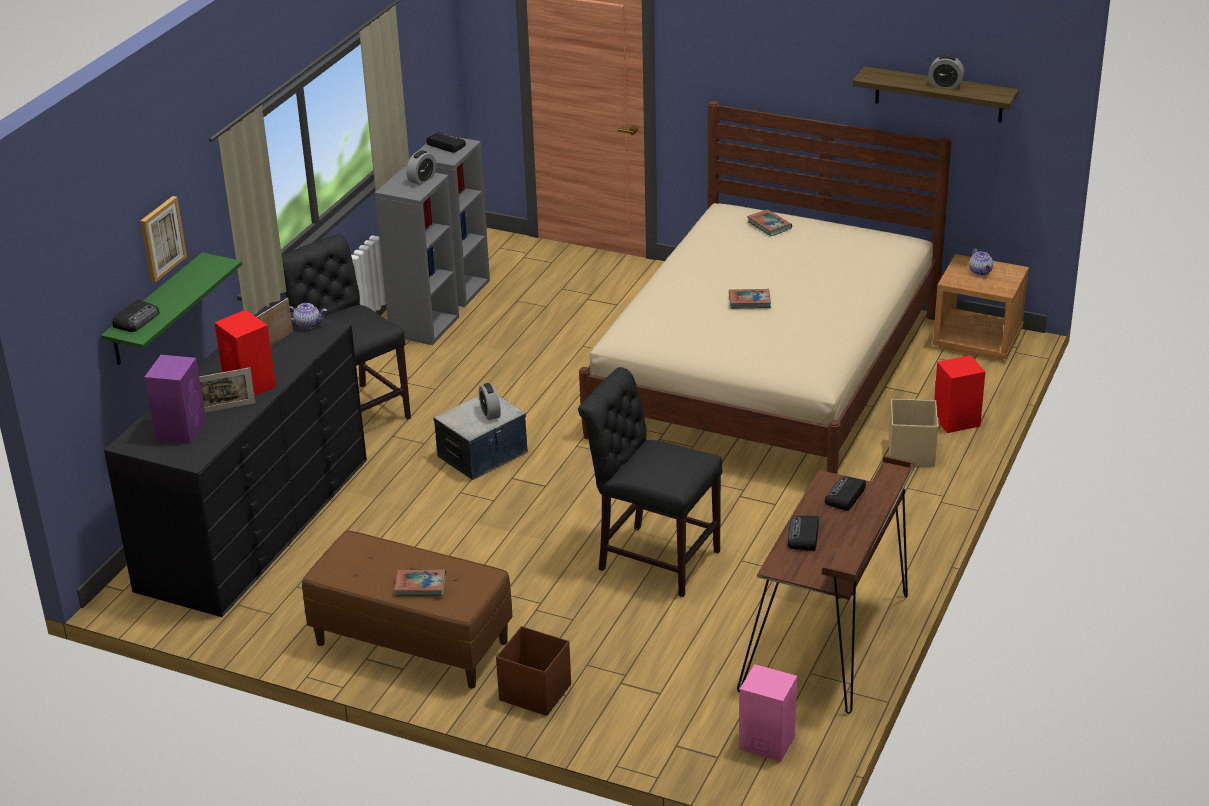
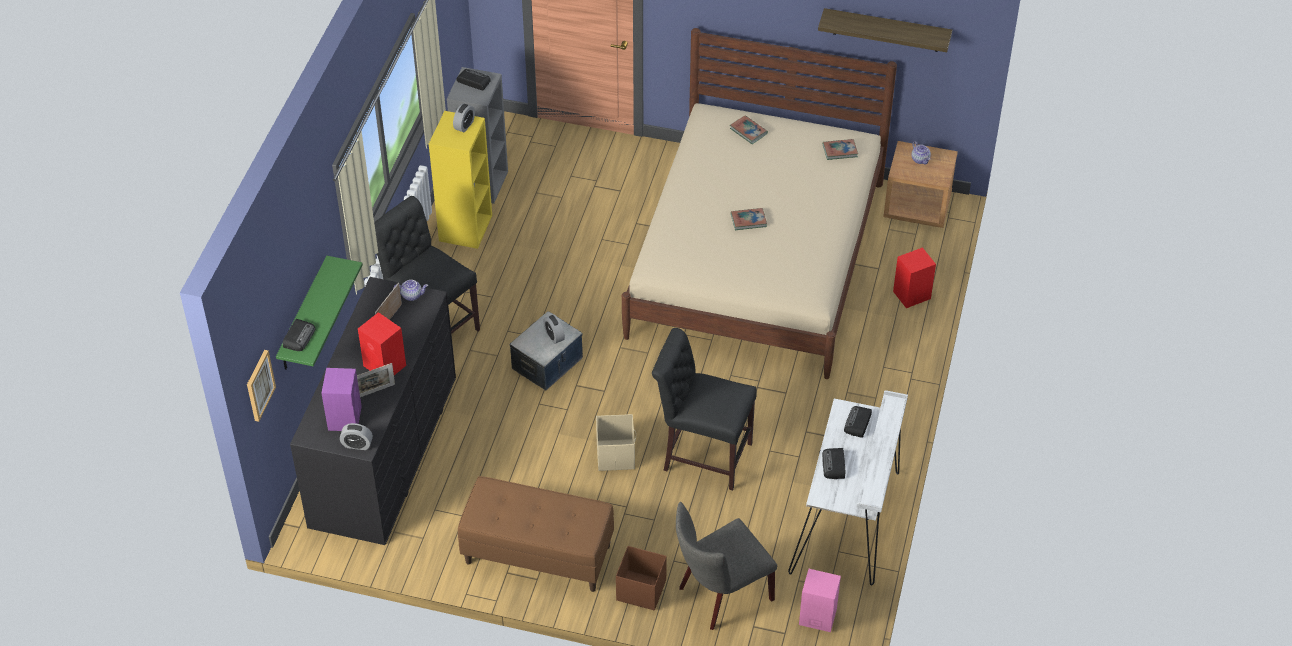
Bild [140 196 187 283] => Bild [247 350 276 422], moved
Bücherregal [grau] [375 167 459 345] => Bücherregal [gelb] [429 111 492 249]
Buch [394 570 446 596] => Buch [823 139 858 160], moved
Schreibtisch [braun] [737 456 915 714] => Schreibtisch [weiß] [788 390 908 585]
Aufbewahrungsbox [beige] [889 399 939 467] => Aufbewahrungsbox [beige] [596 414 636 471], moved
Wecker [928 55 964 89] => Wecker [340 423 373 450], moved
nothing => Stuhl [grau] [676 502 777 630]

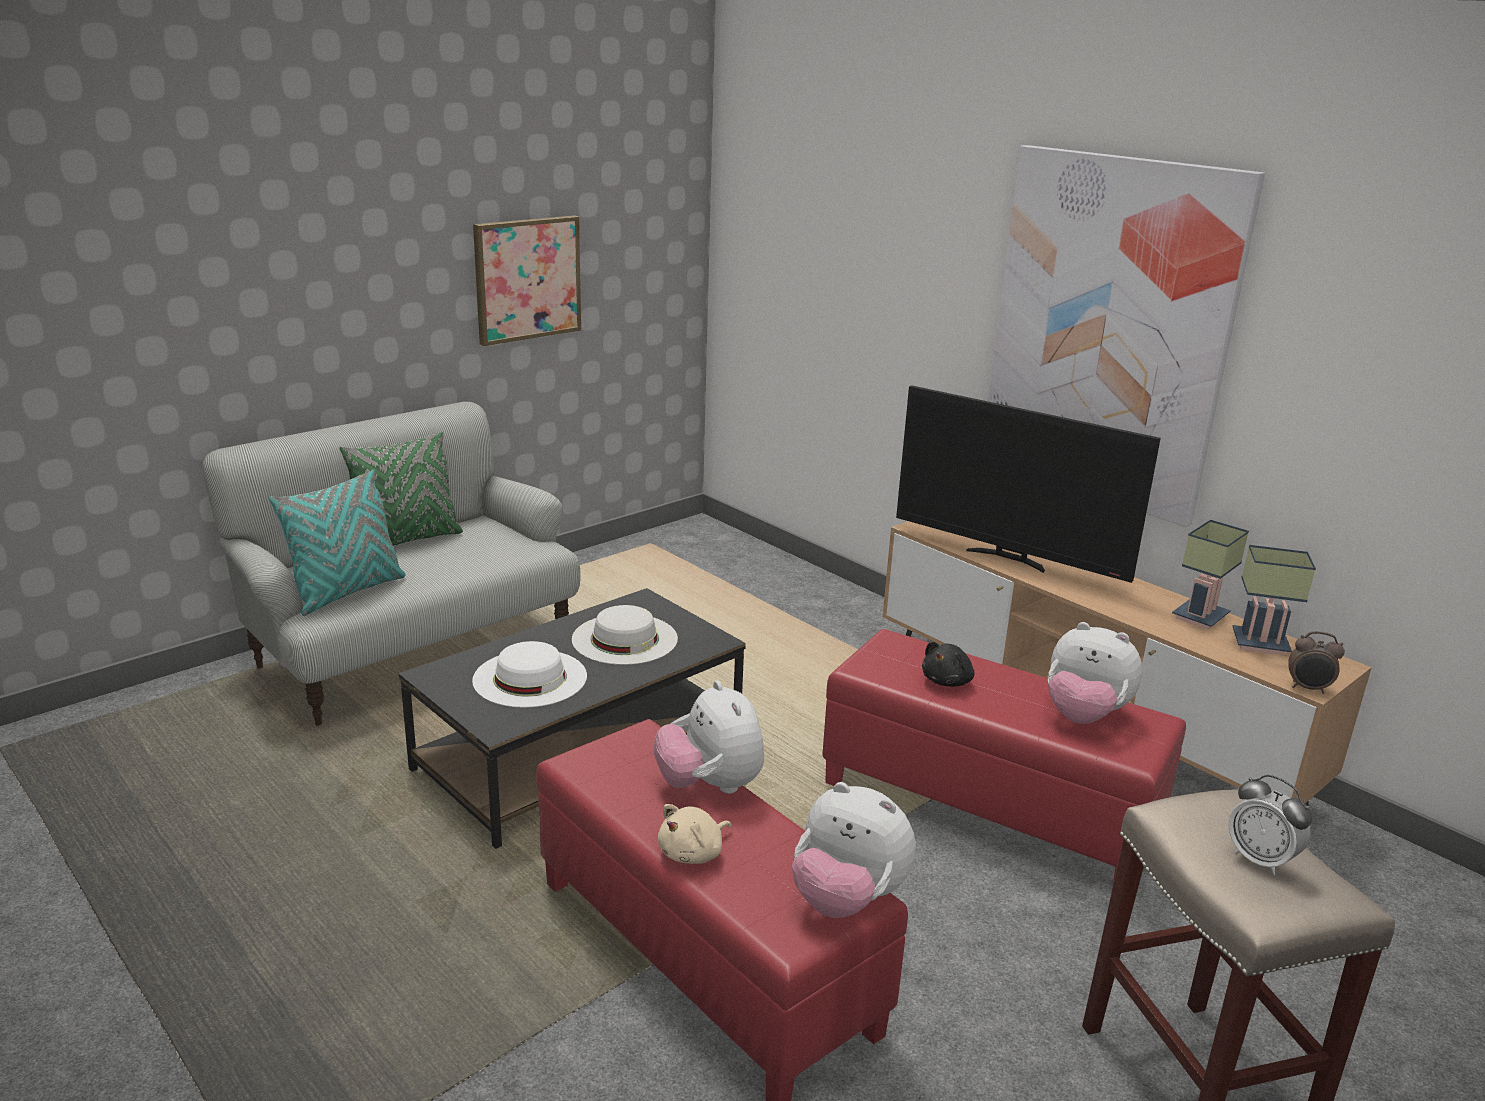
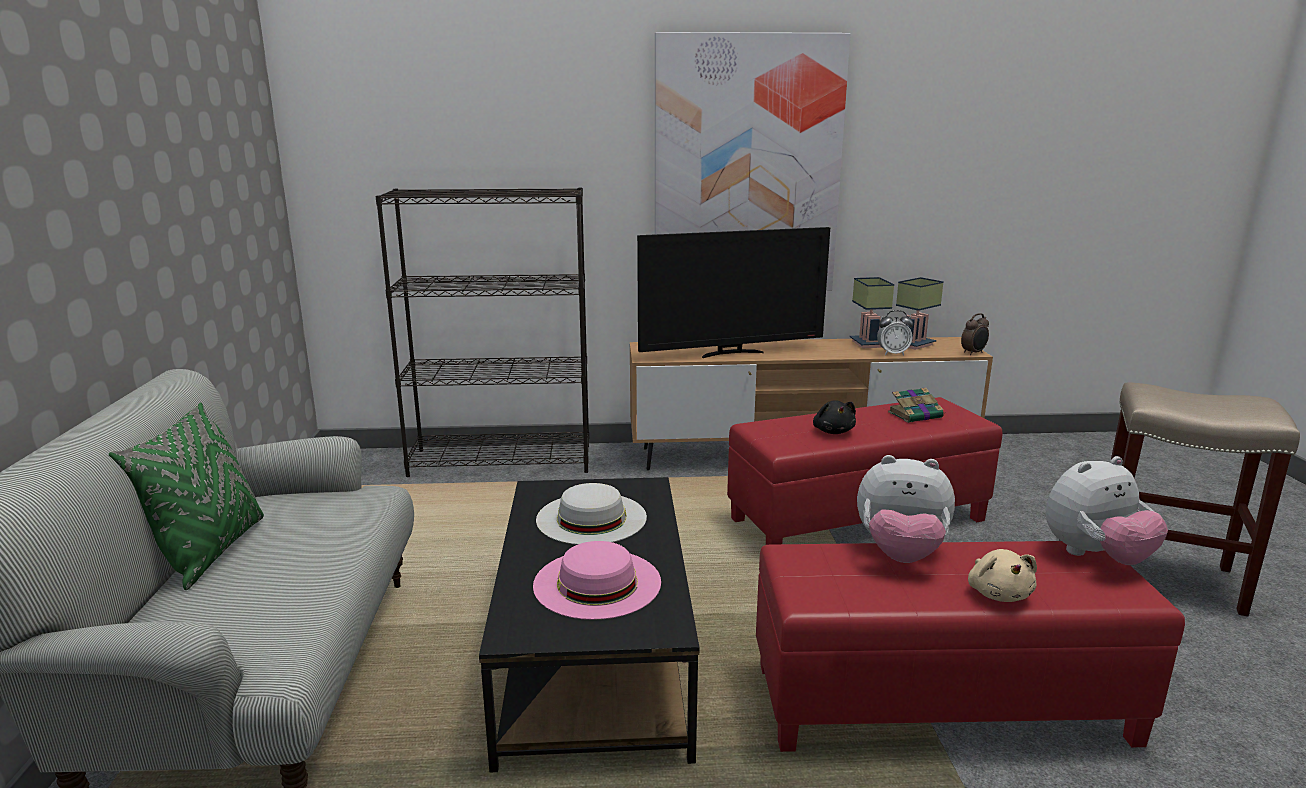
Kissen [türkis] [269 469 406 616] => nothing
Hut [weiß] [472 641 587 708] => Hut [rosa] [533 541 661 620]
Bild [473 215 581 346] => nothing
Plüschtier [1048 622 1143 724] => Buch [888 387 944 423]
Wecker [1228 775 1312 875] => Wecker [877 310 913 355], moved
nothing => Bücherregal [schwarz] [375 188 589 477]

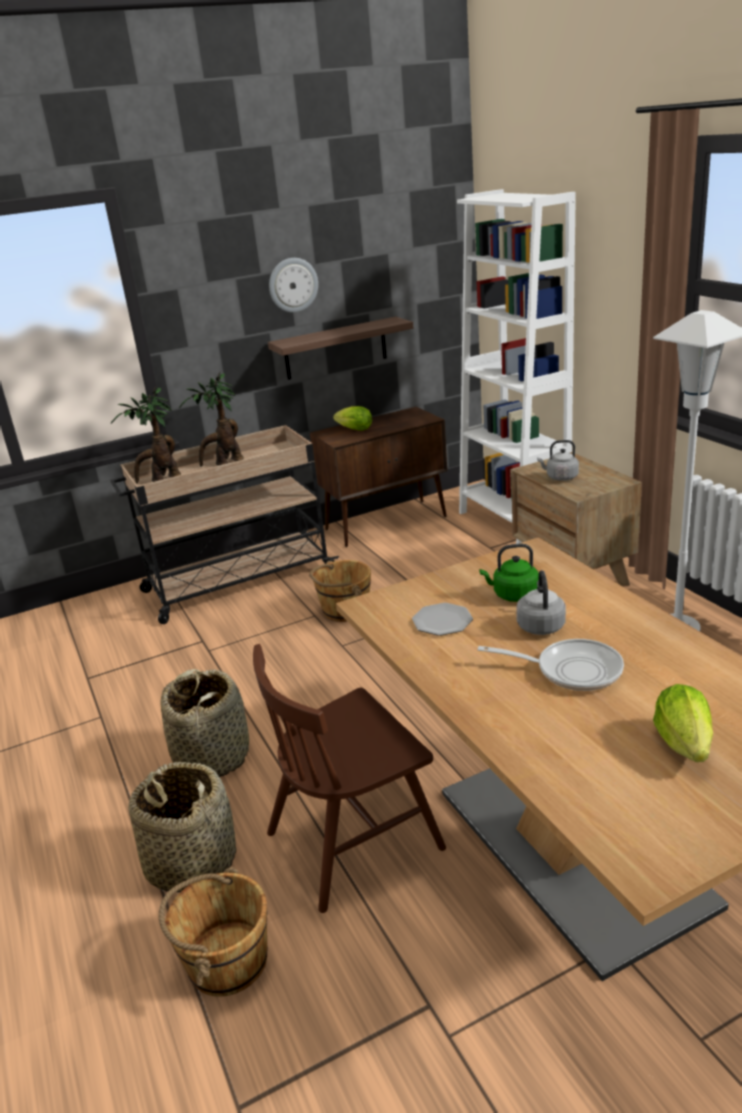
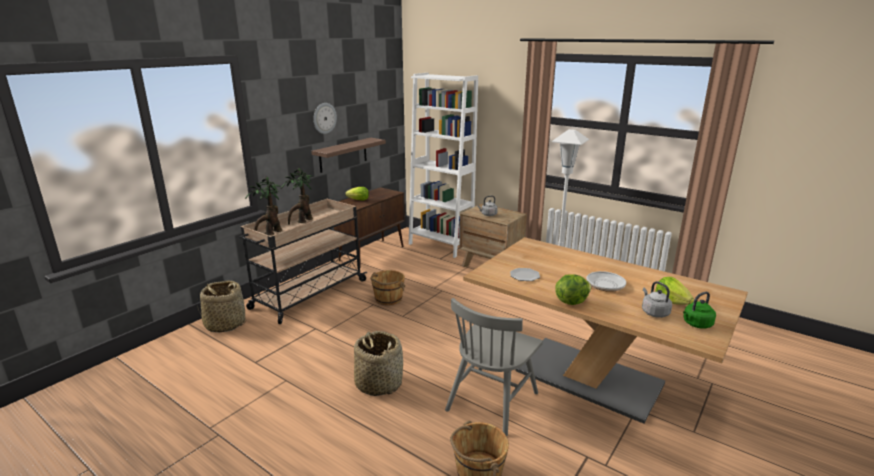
Korb [128 762 236 892] => Korb [198 281 247 333], moved
Stuhl [braun] [253 644 446 913] => Stuhl [grau] [445 298 543 436]
Wasserkessel [grün] [479 544 539 602] => Wasserkessel [grün] [683 292 716 329], moved
Wasserkessel [grau] [516 570 566 635] => Wasserkessel [grau] [642 281 672 318], moved
nothing => Salatkopf [555 274 592 305]

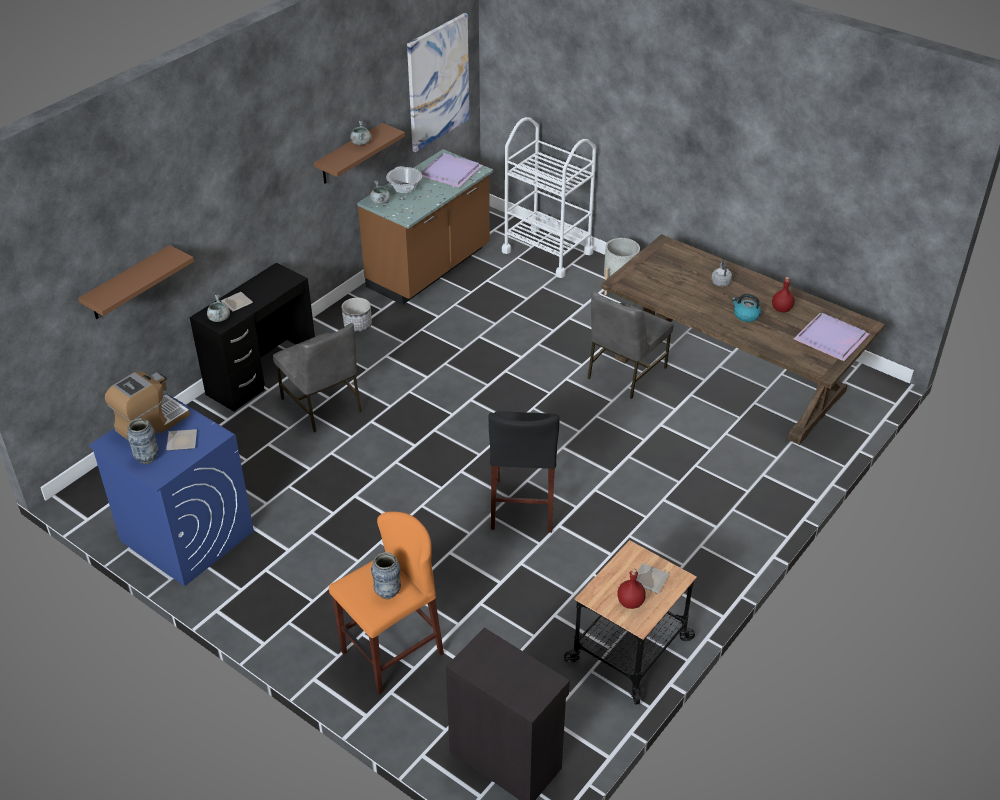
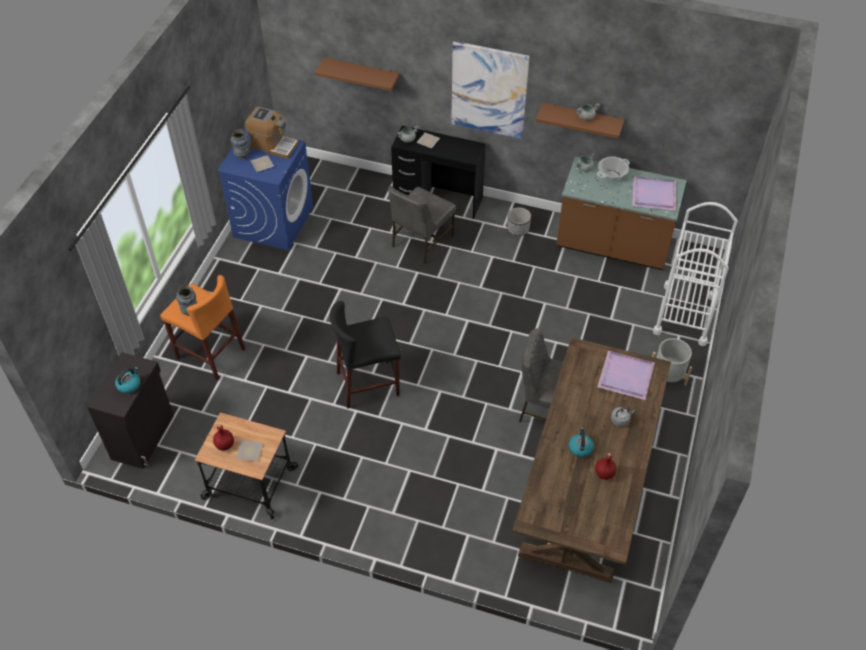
Bild [407 13 469 152] => Bild [451 41 530 139], moved
Tablett [lila] [794 313 869 361] => Tablett [lila] [597 351 655 400], moved
nothing => Wasserkessel [115 367 140 394]

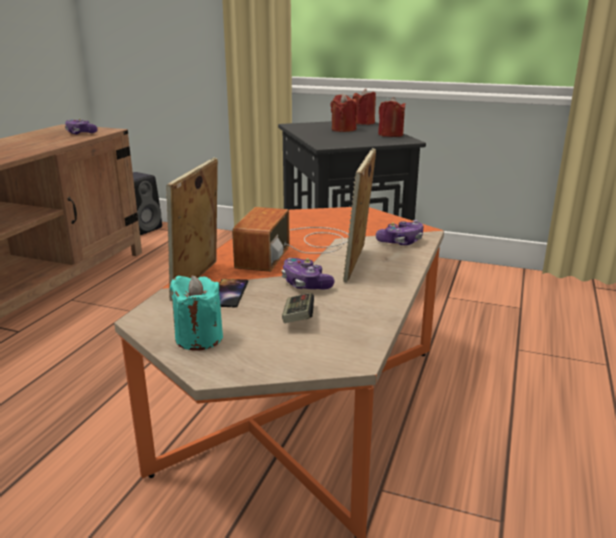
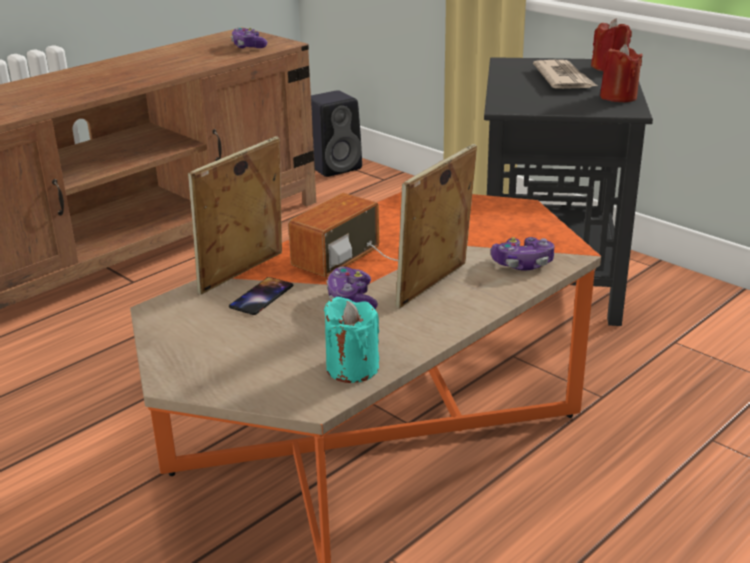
Kerze [türkis] [170 276 223 351] => Kerze [türkis] [324 296 379 383], moved
Gamepad [282 293 314 323] => nothing
Kerze [rot] [330 93 357 132] => Zeitung [533 60 597 89]

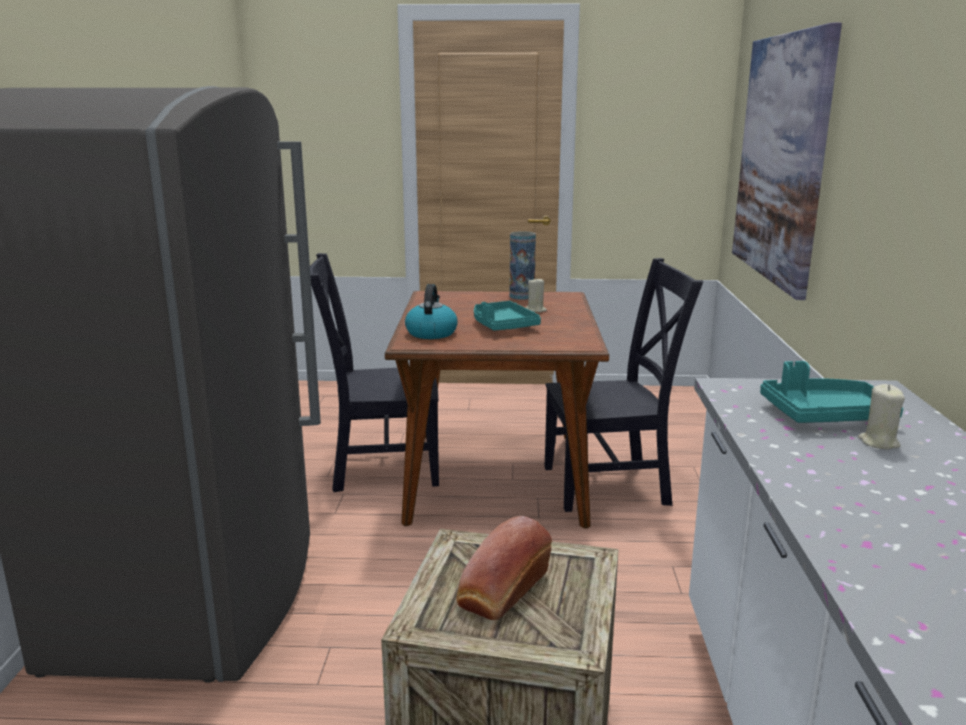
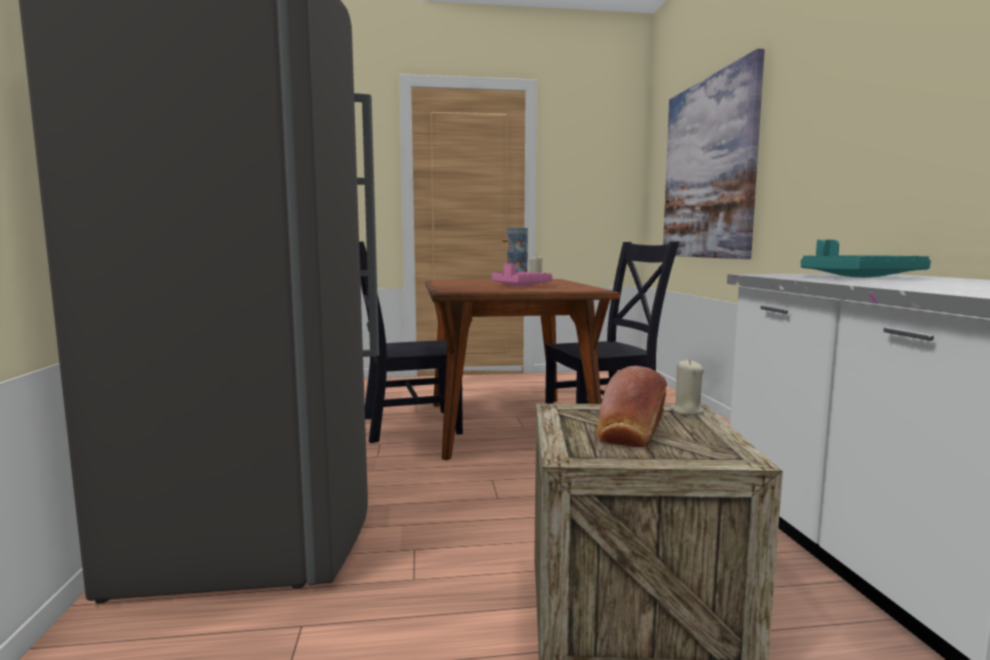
Wasserkessel [405 284 458 339] => nothing
Tablett [türkis] [474 301 541 331] => Tablett [rosa] [492 263 553 287]
Kerze [beige] [858 384 905 450] => Kerze [beige] [669 359 705 415], moved

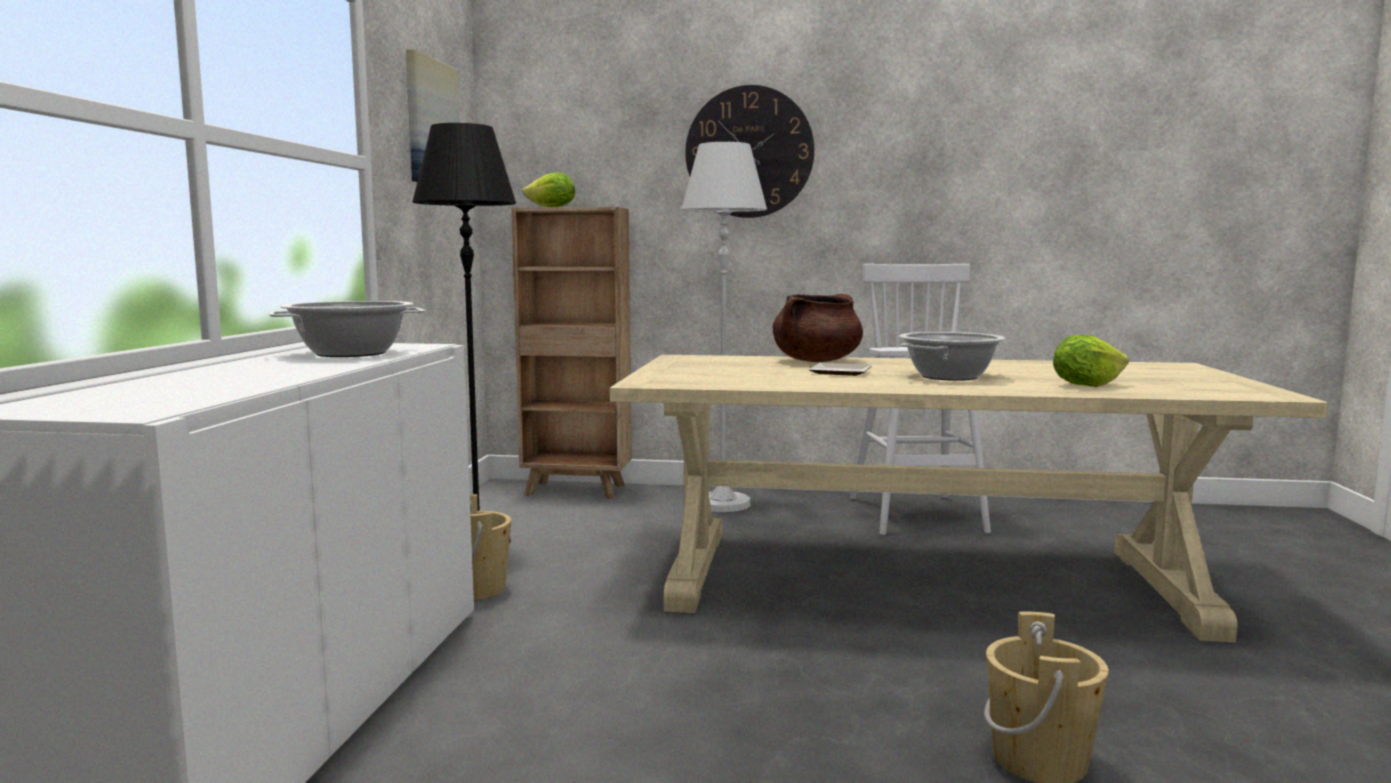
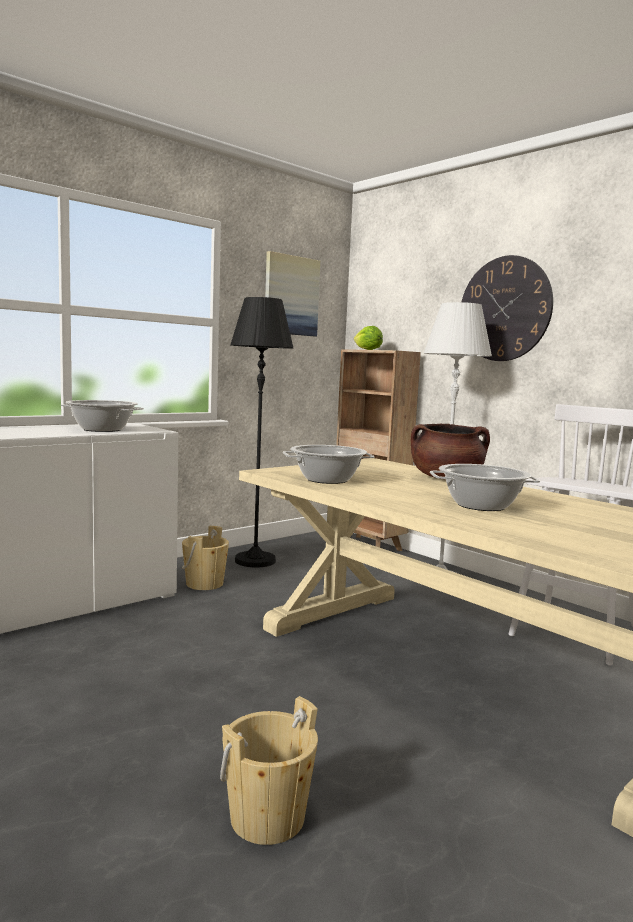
Teller [808 363 872 376] => nothing
Salatkopf [1053 335 1129 387] => nothing
nothing => Kochtopf [283 445 375 484]

